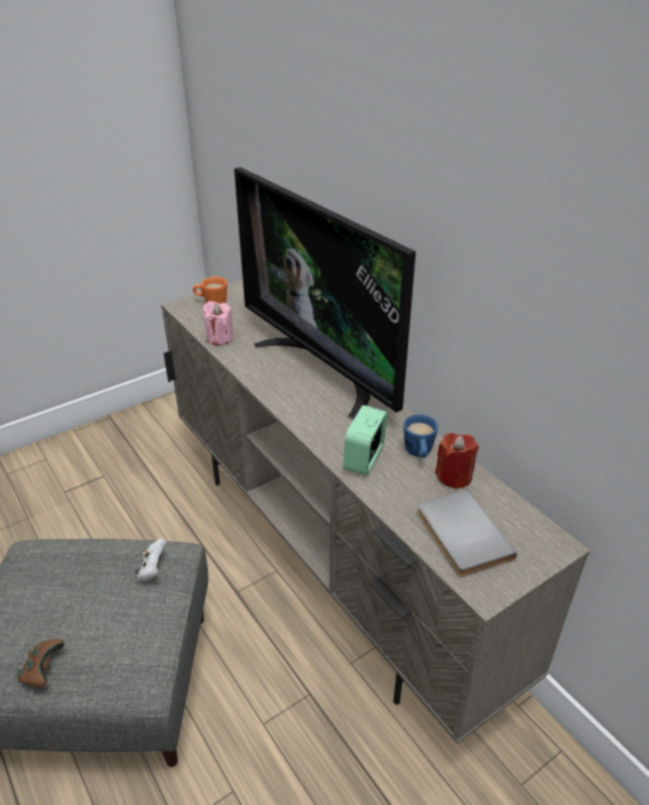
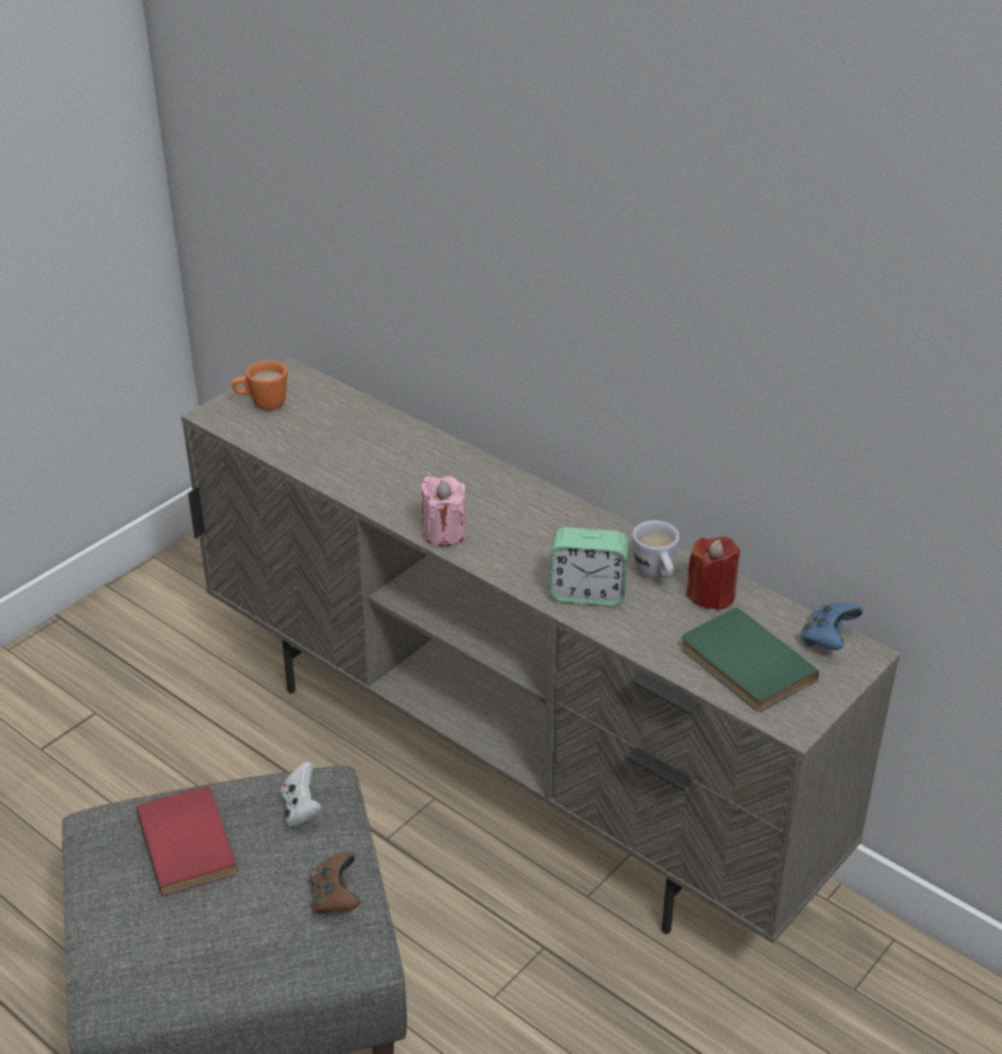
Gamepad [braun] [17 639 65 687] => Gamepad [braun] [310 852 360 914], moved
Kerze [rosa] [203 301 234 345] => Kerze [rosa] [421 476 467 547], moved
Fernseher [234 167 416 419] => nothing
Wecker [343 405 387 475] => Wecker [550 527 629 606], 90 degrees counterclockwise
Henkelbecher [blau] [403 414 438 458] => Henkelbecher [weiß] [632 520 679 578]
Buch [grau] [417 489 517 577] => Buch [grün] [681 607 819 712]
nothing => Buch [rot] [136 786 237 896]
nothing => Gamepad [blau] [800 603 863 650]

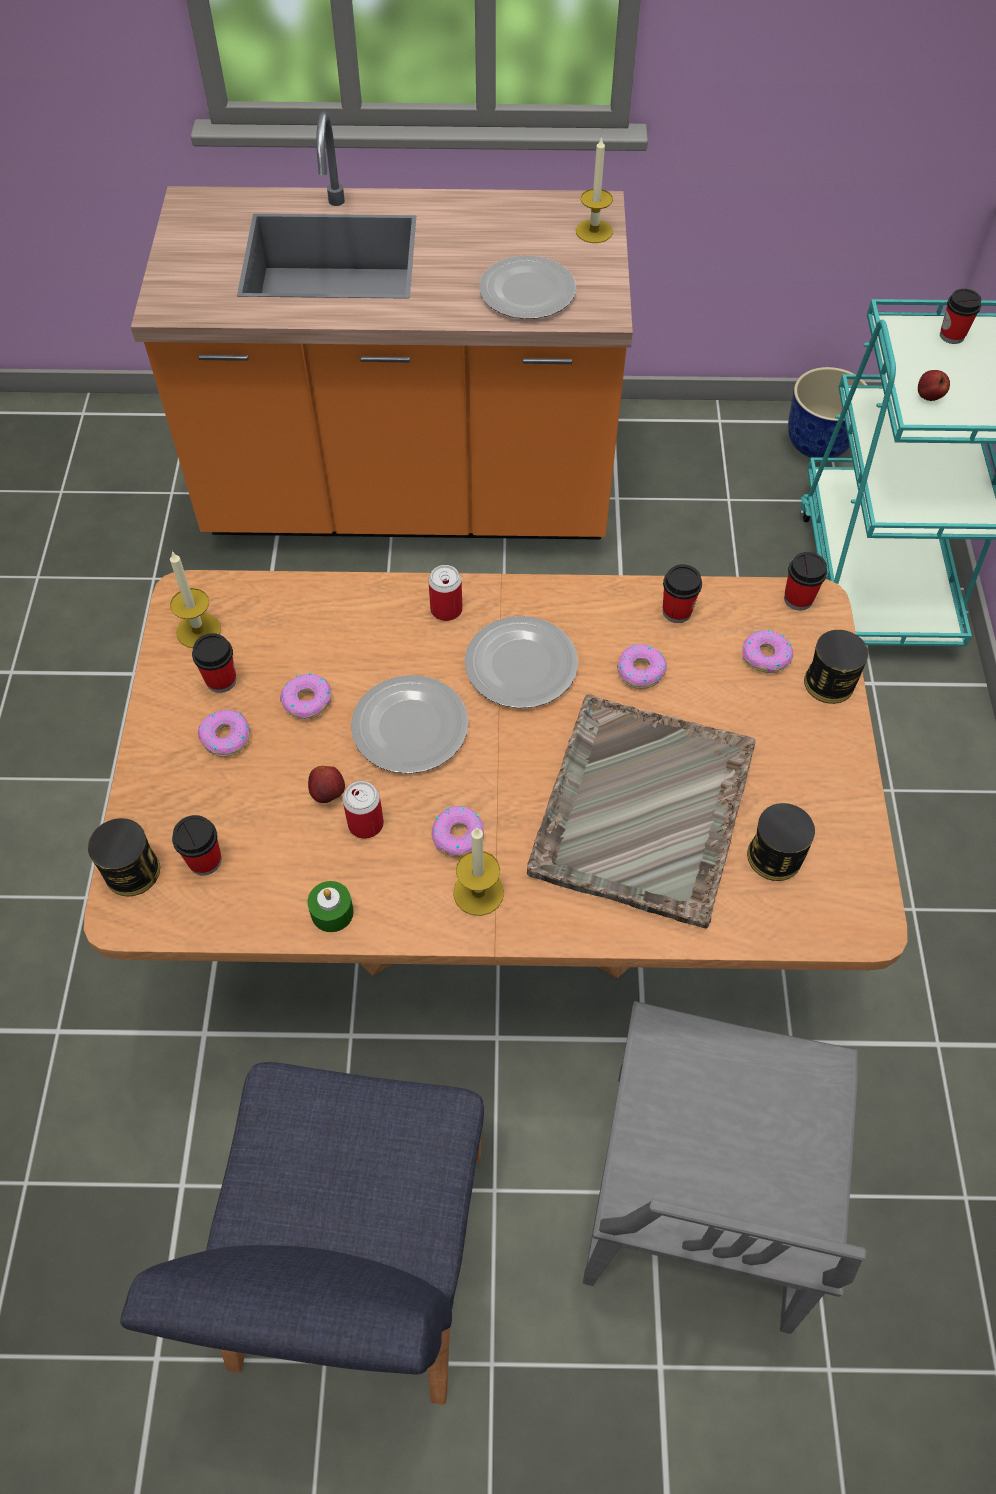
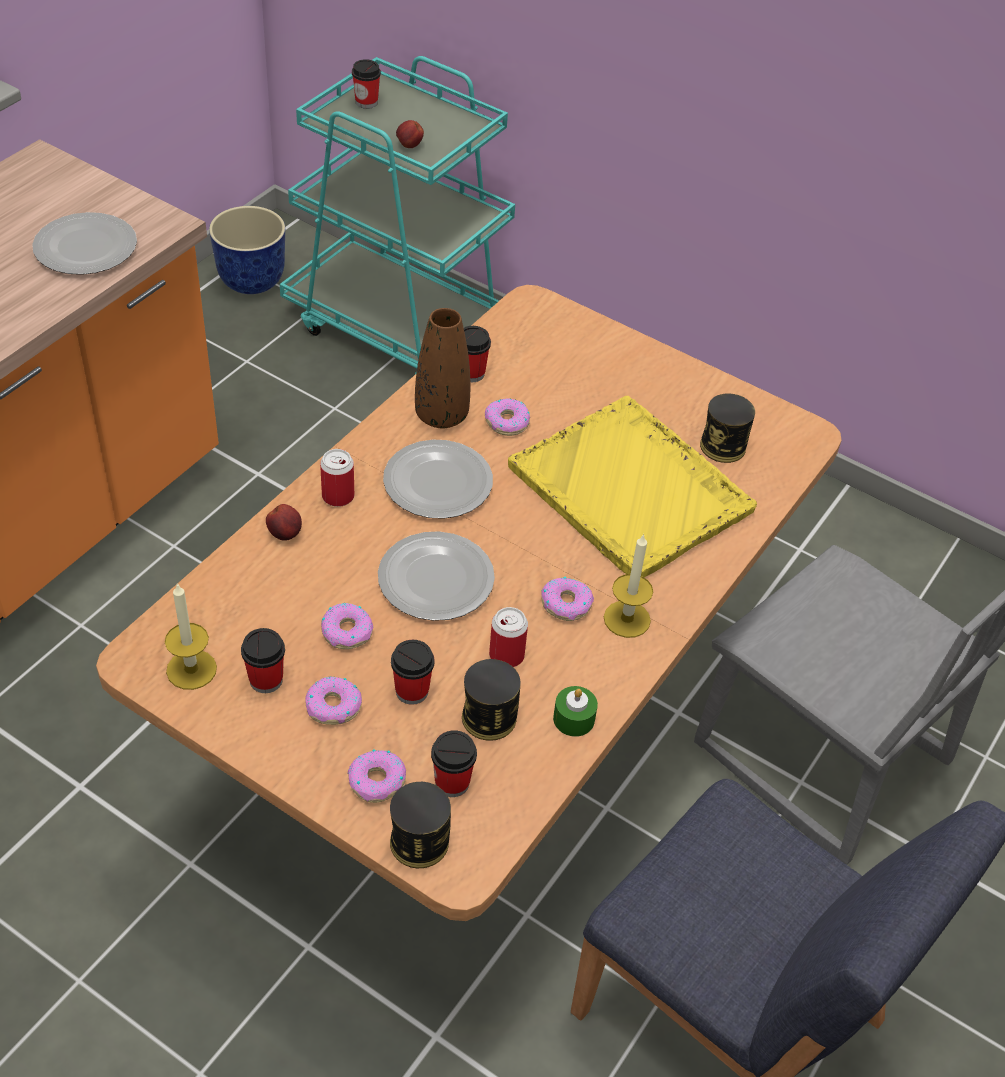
Apfel [308 766 345 803] => Apfel [266 504 302 541], moved
Tablett [grau] [527 695 755 929] => Tablett [gelb] [508 396 757 577]
Kerze [576 136 613 243] => nothing
Donut [742 630 793 673] => Donut [347 749 406 803], moved
Tasse [784 552 827 611] => Tasse [391 640 435 705], moved
Dose [804 630 868 704] => Dose [462 659 521 741], moved
nothing => Vase [braun] [415 308 470 428]

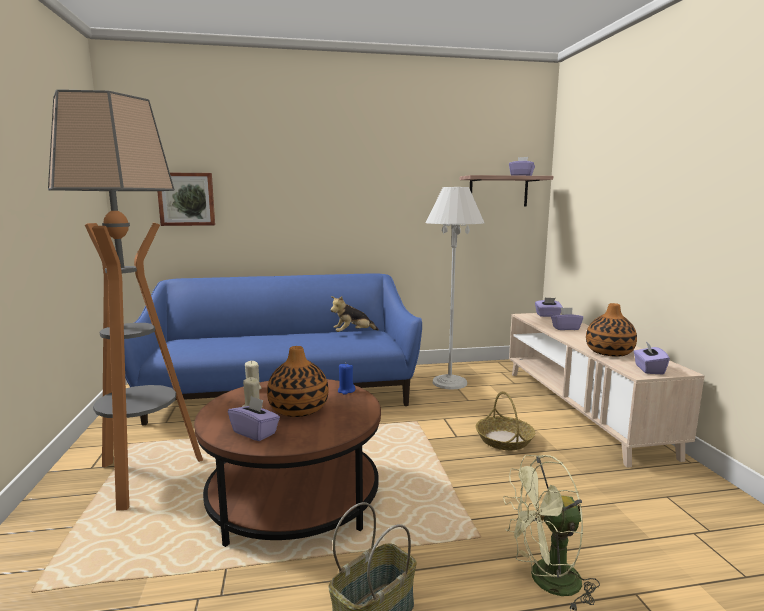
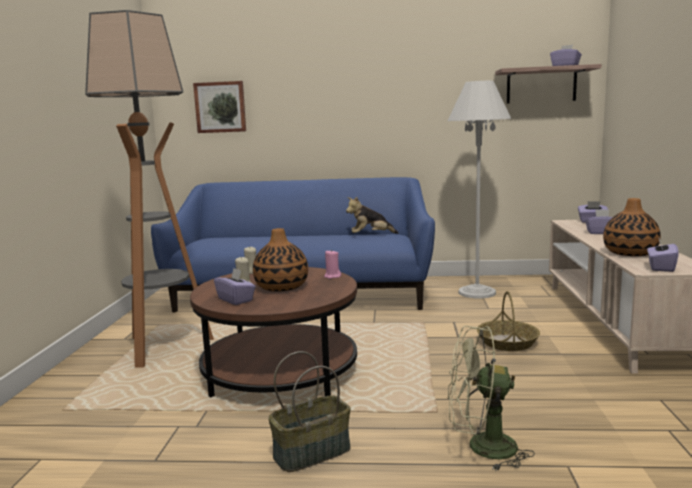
Kerze [blau] [338 364 355 394] => Kerze [rosa] [324 249 341 279]

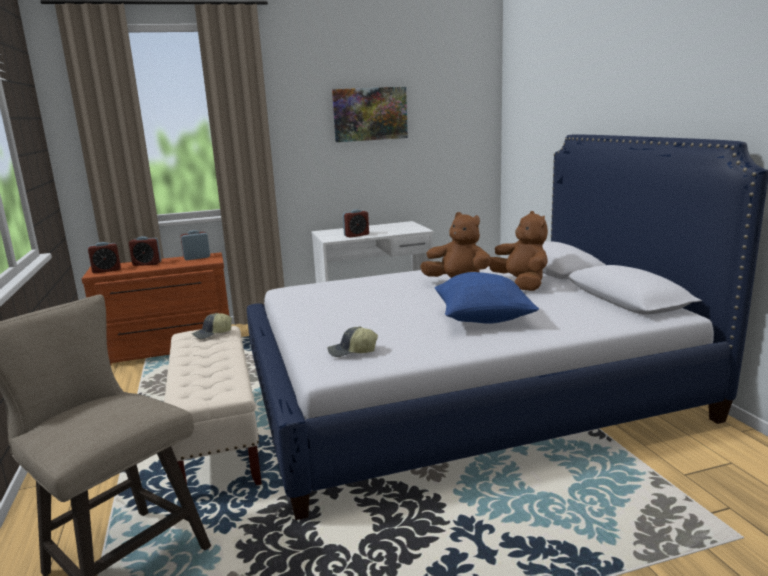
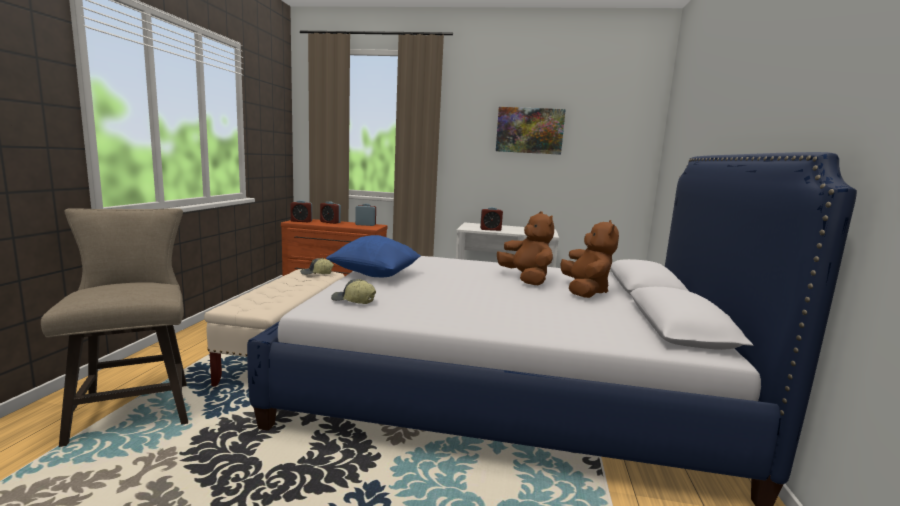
Kissen [blau] [435 272 539 324] => Kissen [blau] [326 235 421 277], moved

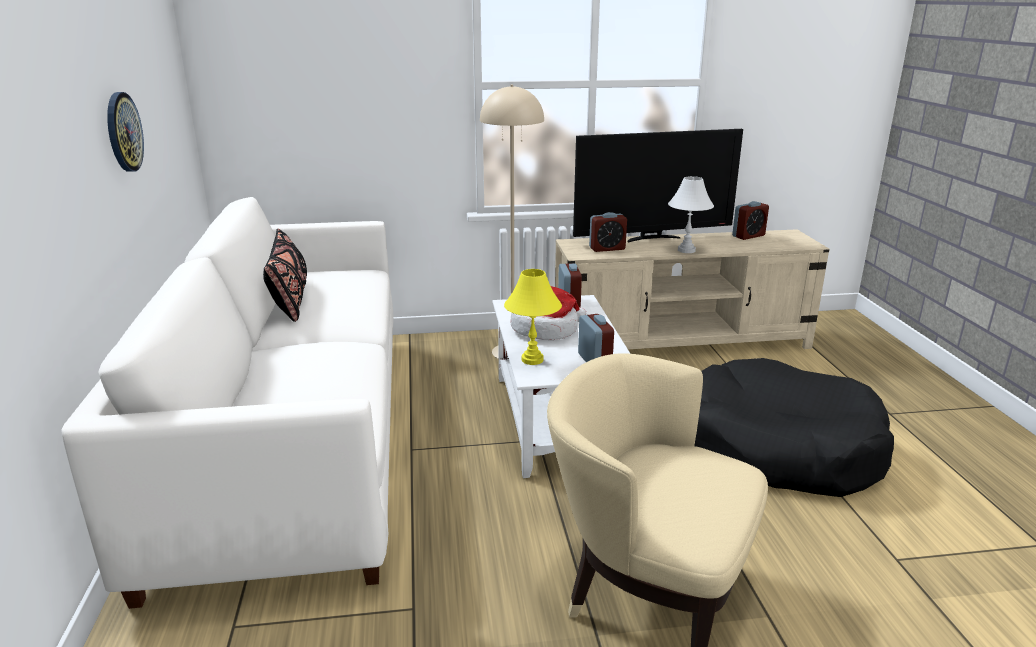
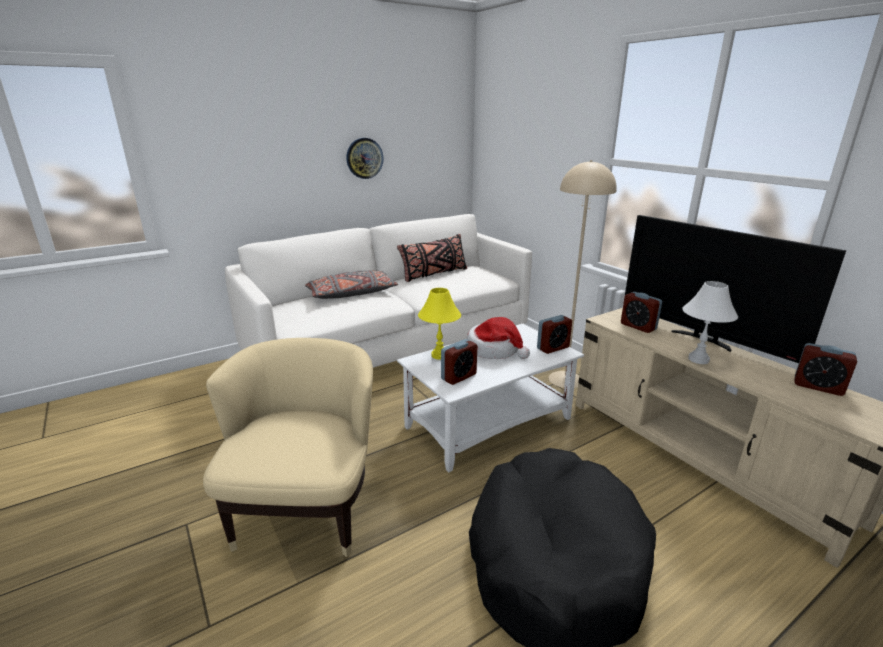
nothing => Kissen [grau] [305 270 398 299]

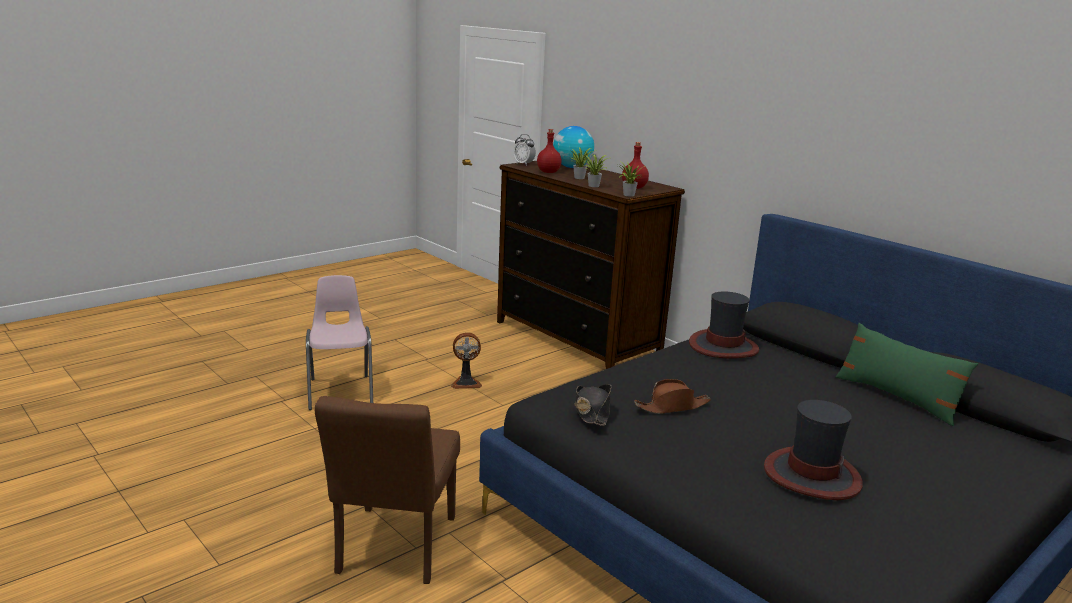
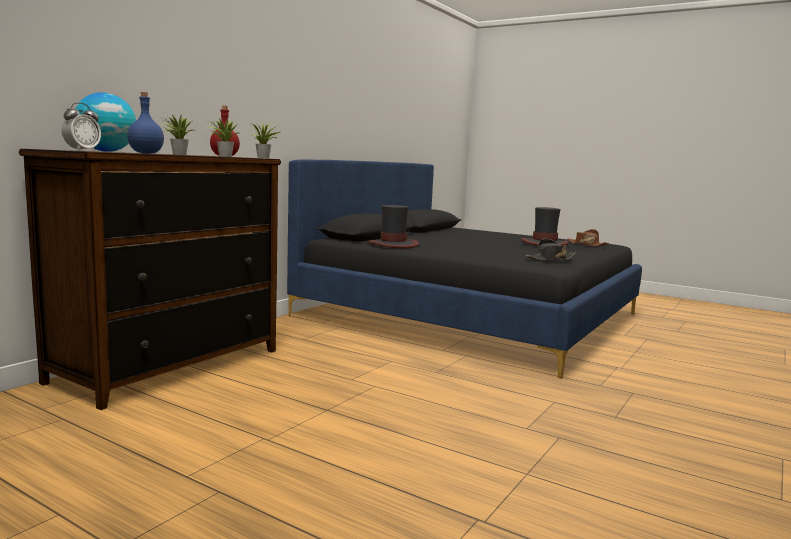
Stuhl [rosa] [306 275 373 410] => nothing
Stuhl [braun] [315 396 460 584] => nothing
Ventilator [451 332 482 389] => nothing
Flasche [rot] [537 129 562 173] => Flasche [blau] [127 92 164 154]
Hut [braun] [634 379 711 414] => Hut [braun] [567 229 609 247], moved
Kissen [grün] [836 323 978 426] => nothing

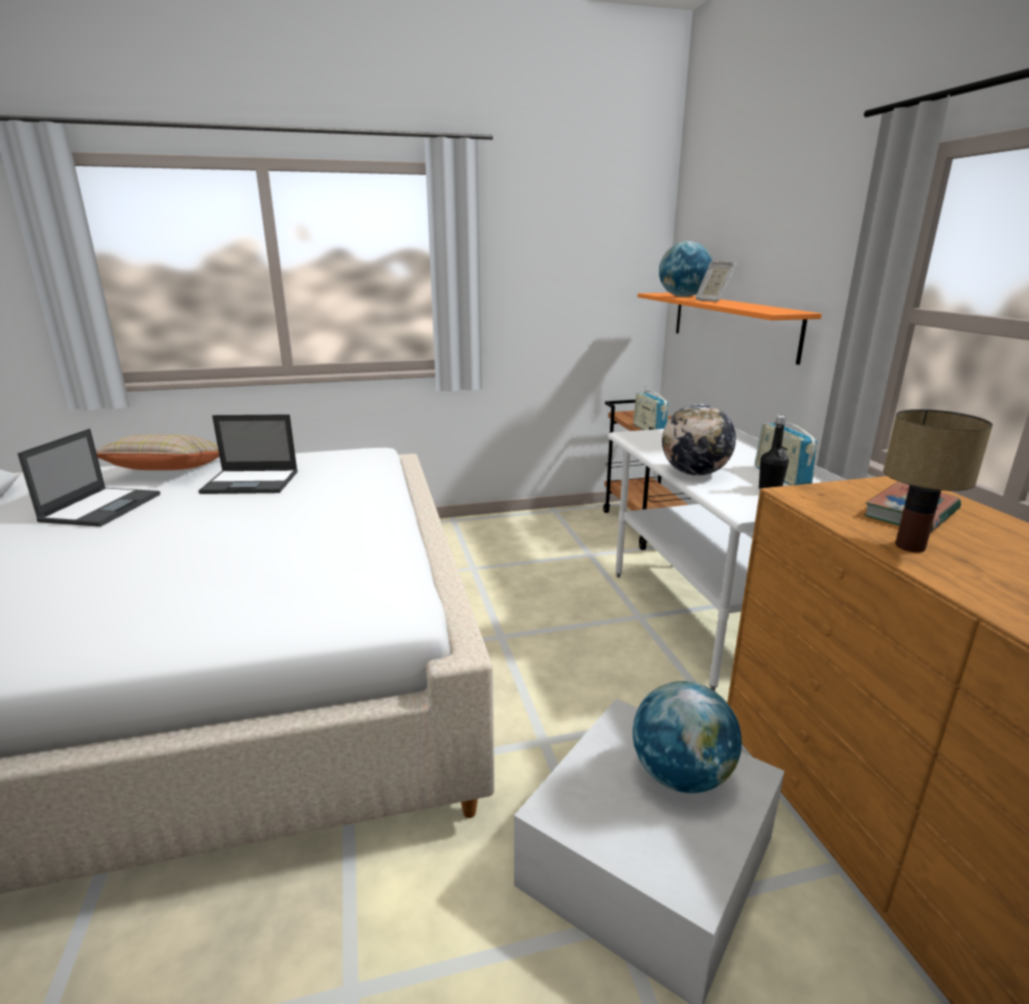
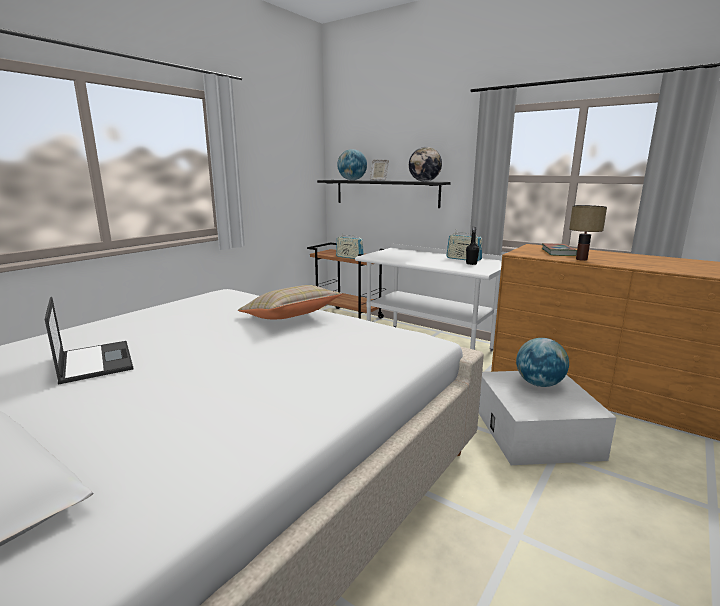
Kissen [beige] [96 434 220 470] => Kissen [beige] [238 285 342 319], moved
Laptop [199 414 298 494] => nothing
Wandregal [orange] [638 293 822 365] => Wandregal [schwarz] [317 180 451 208]
Globus [662 404 736 476] => Globus [409 147 442 182], moved

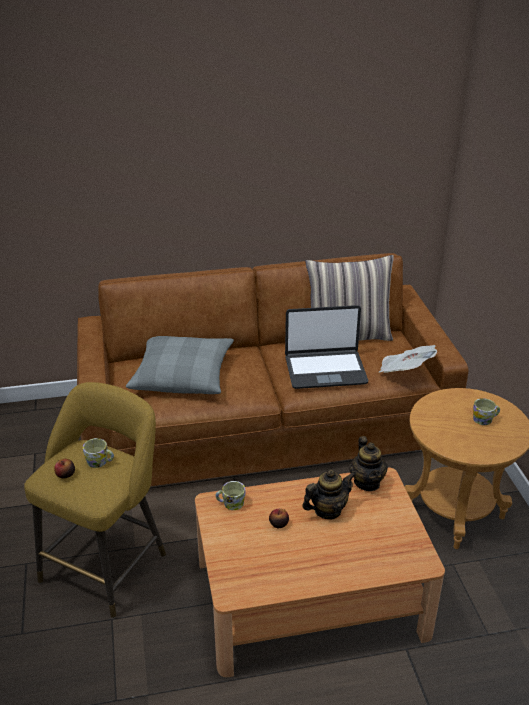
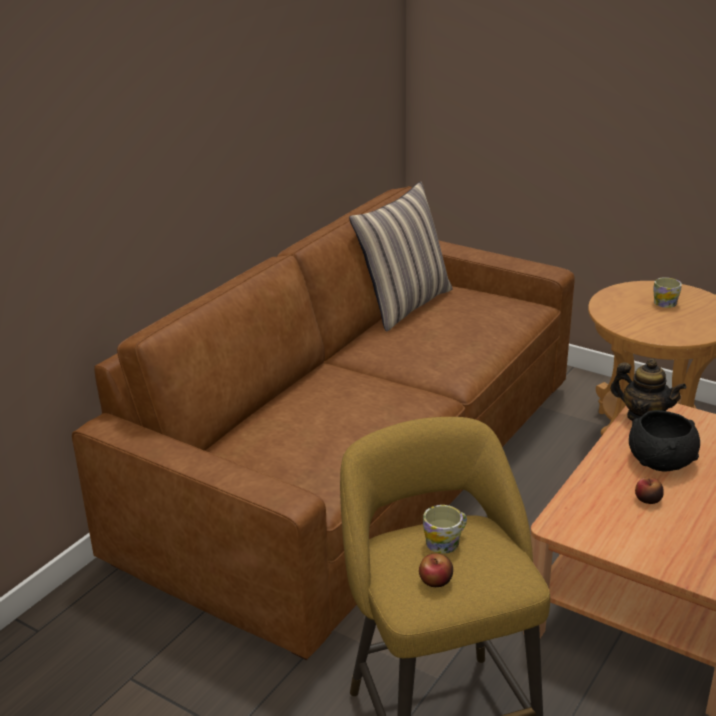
Kissen [grau] [126 336 234 394] => nothing
Henkelbecher [216 481 246 510] => nothing
Laptop [285 305 368 389] => nothing
Teekanne [302 469 355 519] => Schüssel [schwarz] [629 410 700 471]
Zeitung [379 345 437 373] => nothing

